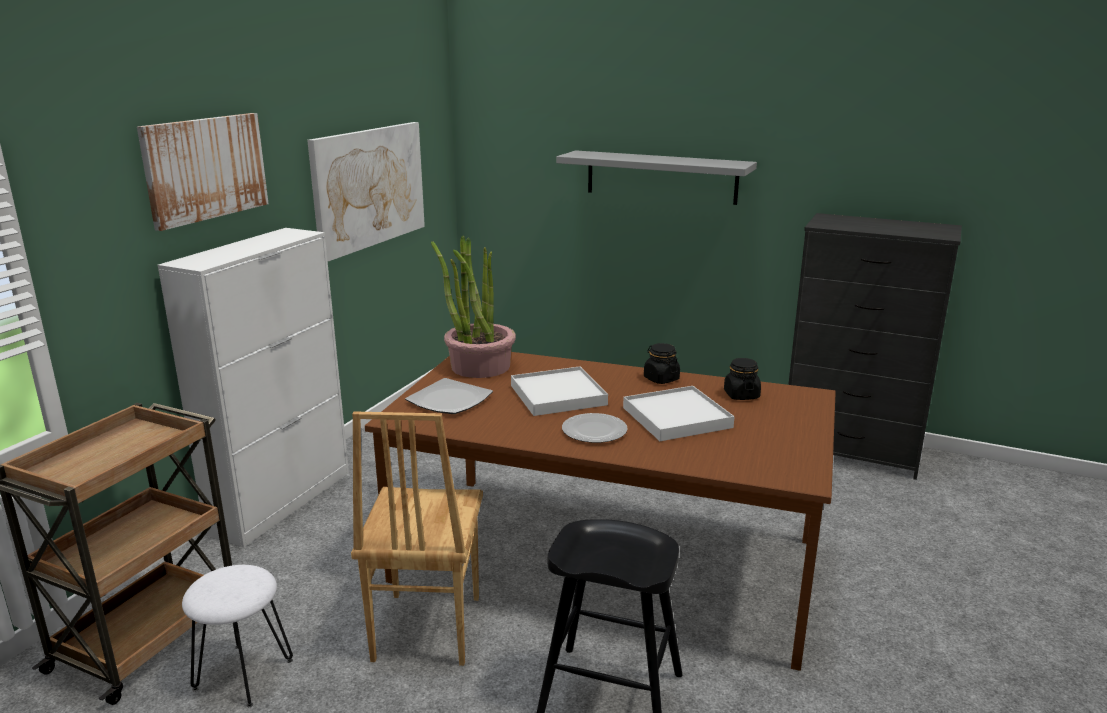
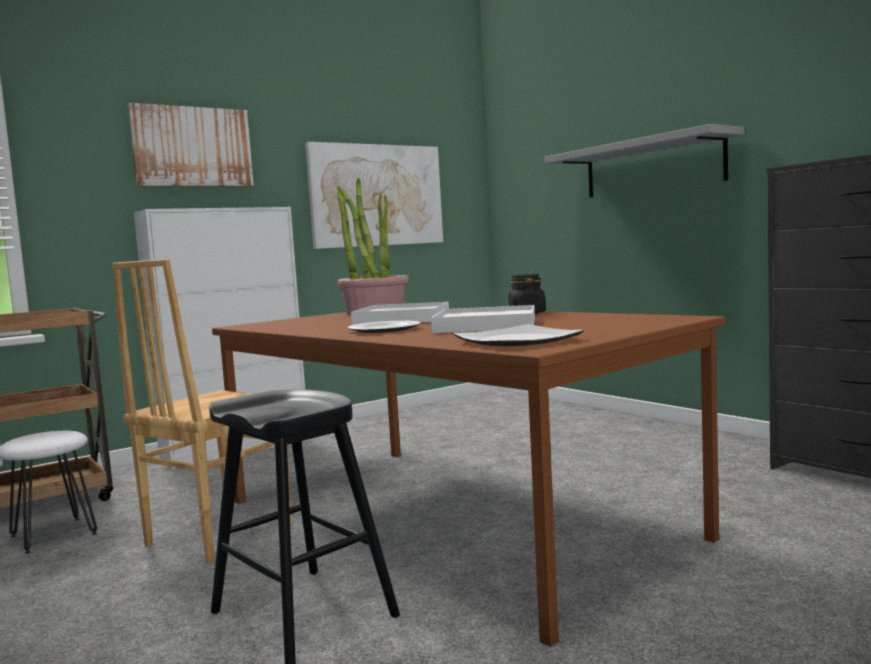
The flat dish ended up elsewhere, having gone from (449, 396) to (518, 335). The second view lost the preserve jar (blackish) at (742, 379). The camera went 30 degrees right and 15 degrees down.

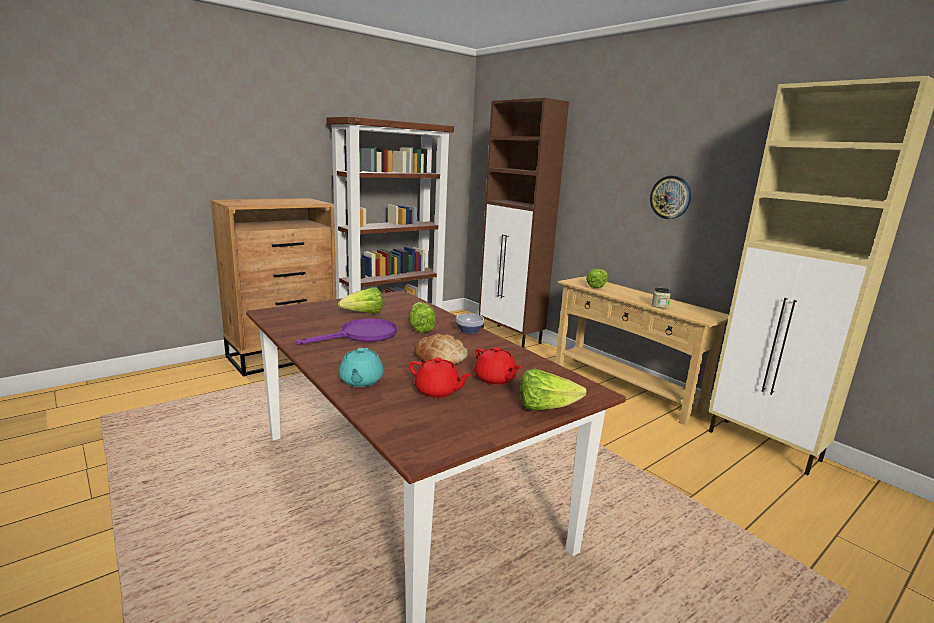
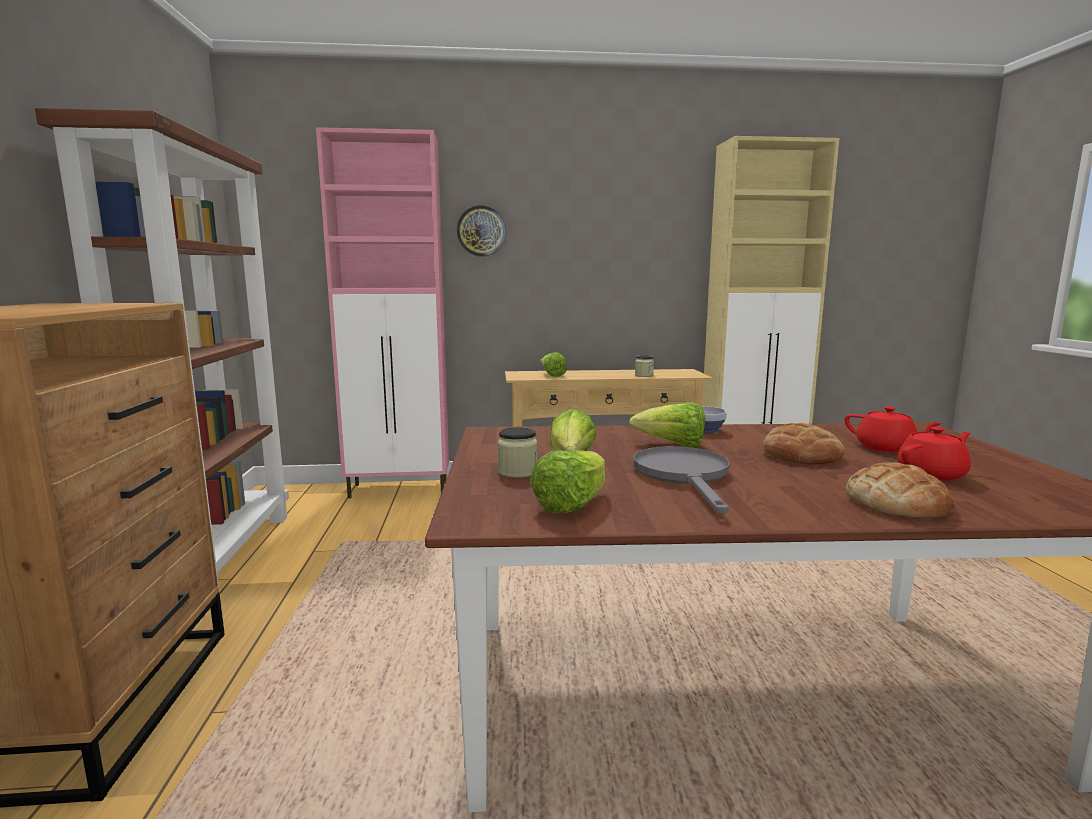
What was the cupboard (brown) at (524, 223) turned into the cupboard (pinkish) at (382, 312). The clock on the wall ended up elsewhere, having gone from (670, 197) to (481, 231). The second view gained the preserve jar at (517, 452). The head of lettuce ended up elsewhere, having gone from (553, 389) to (567, 482). What was the frying pan (purple) at (346, 332) turned into the frying pan (gray) at (681, 480). The pot for tea (reddish) at (497, 366) ended up facing another way, 45 degrees clockwise from before. Where the pot for tea (blue-green) stood at (361, 367), the bakery bread came to stand at (900, 490). The camera went 55 degrees left and 5 degrees down.

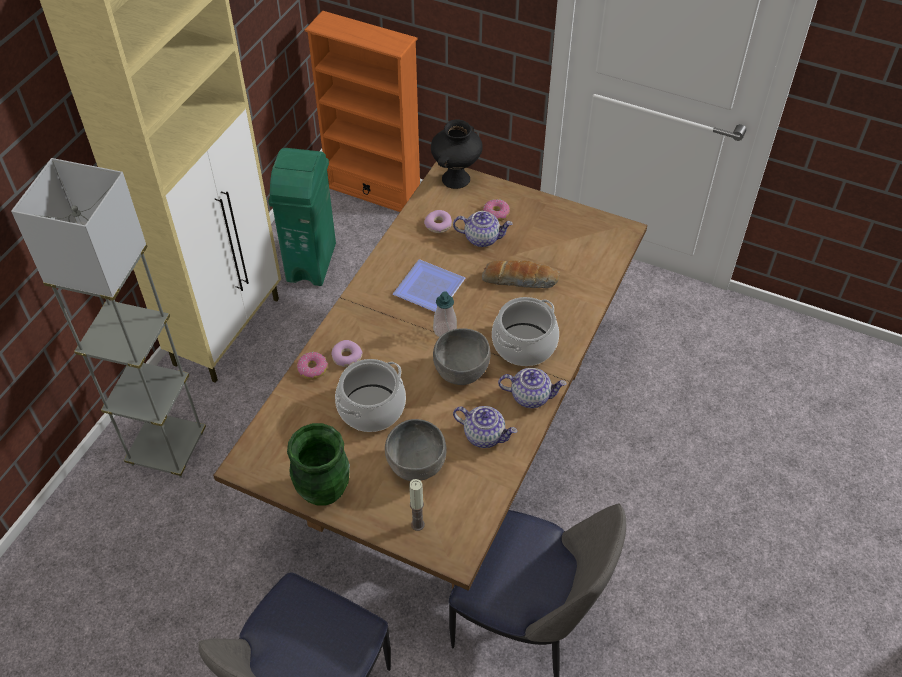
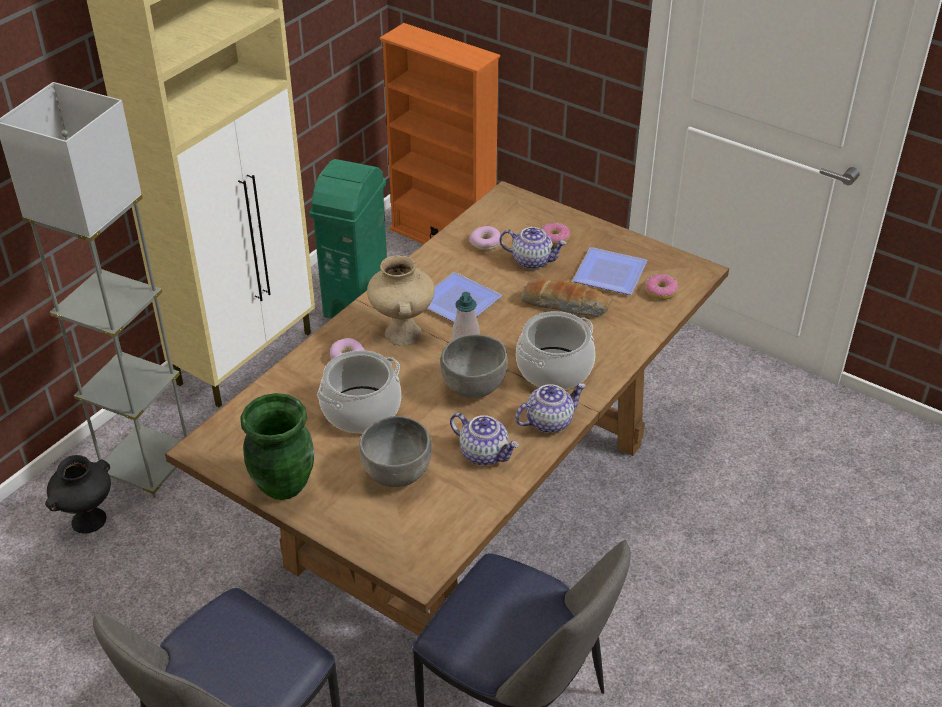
The vase (blackish) ended up elsewhere, having gone from (457, 154) to (78, 494). The second view gained the vase (beige-coloured) at (400, 300). The pot for tea at (532, 388) ended up facing another way, 45 degrees counterclockwise from before. The second view gained the flat dish at (610, 271). The donut ended up elsewhere, having gone from (312, 366) to (662, 287). The second view lost the candle at (417, 505). The camera went 10 degrees right and 10 degrees down.

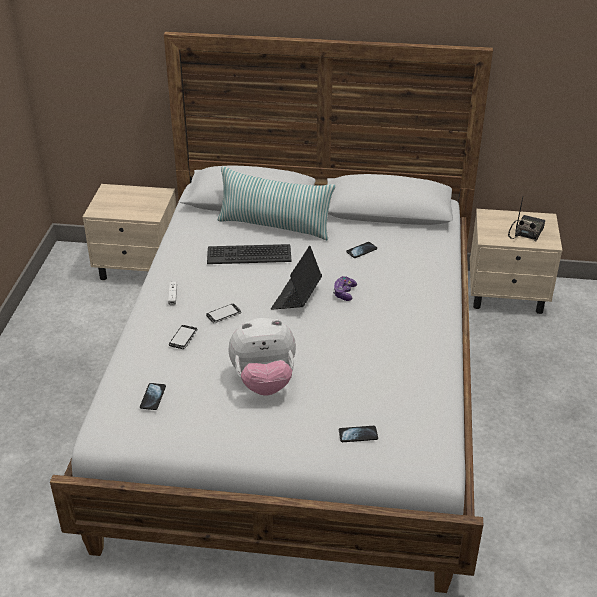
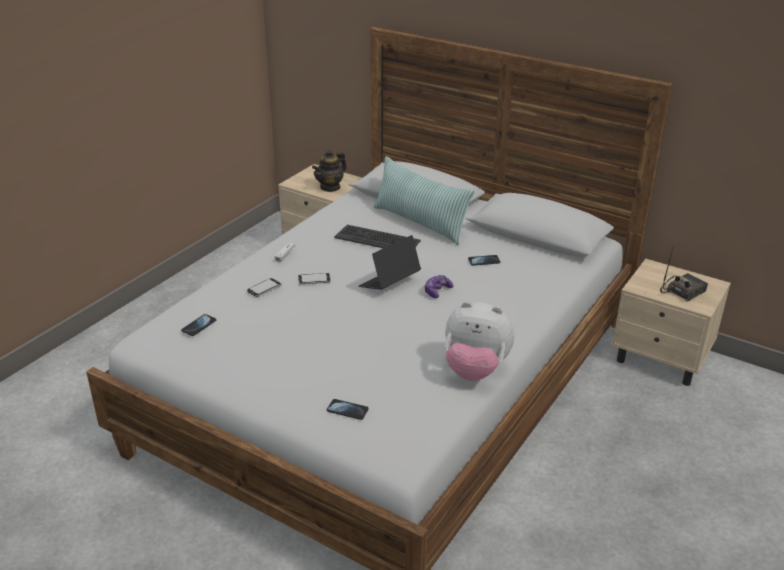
The second view gained the pot for tea at (329, 171). The cuddly toy ended up elsewhere, having gone from (262, 356) to (479, 341). The camera went 25 degrees right and 5 degrees down.

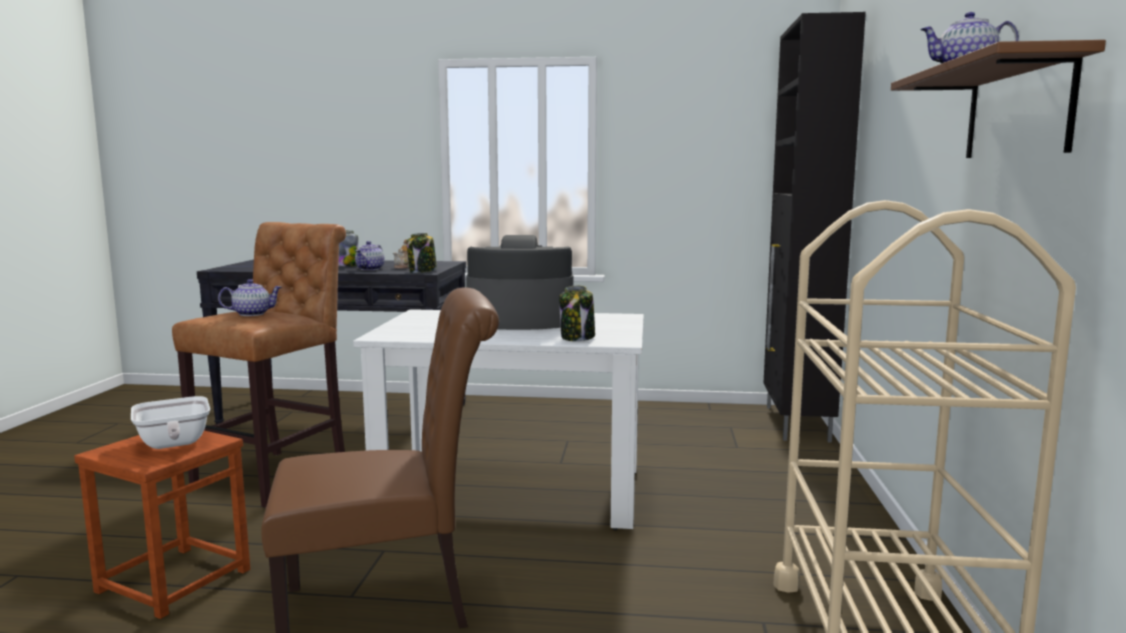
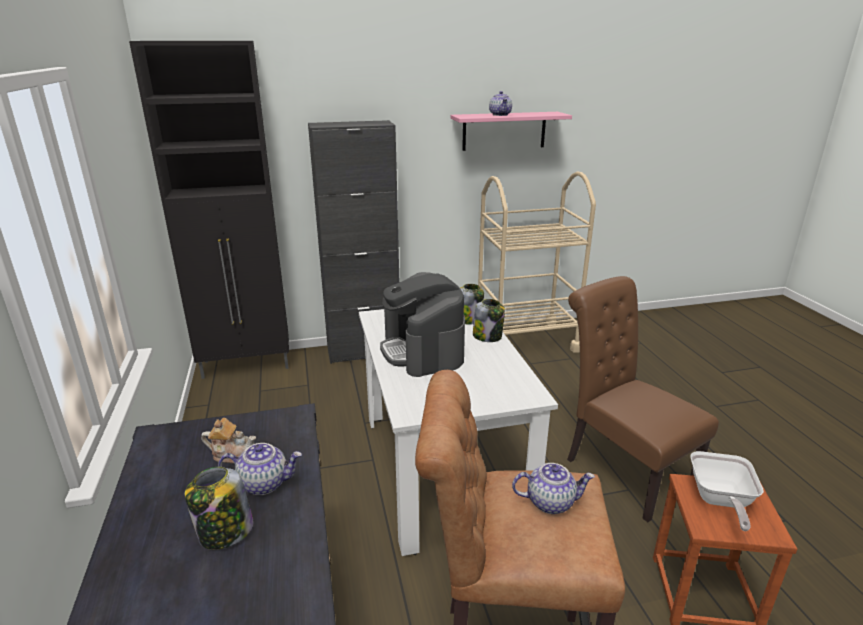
The second view gained the cupboard (blackish) at (353, 242). What was the wall shelf (brown) at (998, 99) turned into the wall shelf (pinkish) at (511, 131). The preserve jar ended up elsewhere, having gone from (421, 253) to (489, 320). The pot for tea at (250, 297) ended up facing another way, 135 degrees clockwise from before. The frying pan at (170, 422) ended up facing another way, 150 degrees clockwise from before. The camera went 110 degrees left and 15 degrees up.

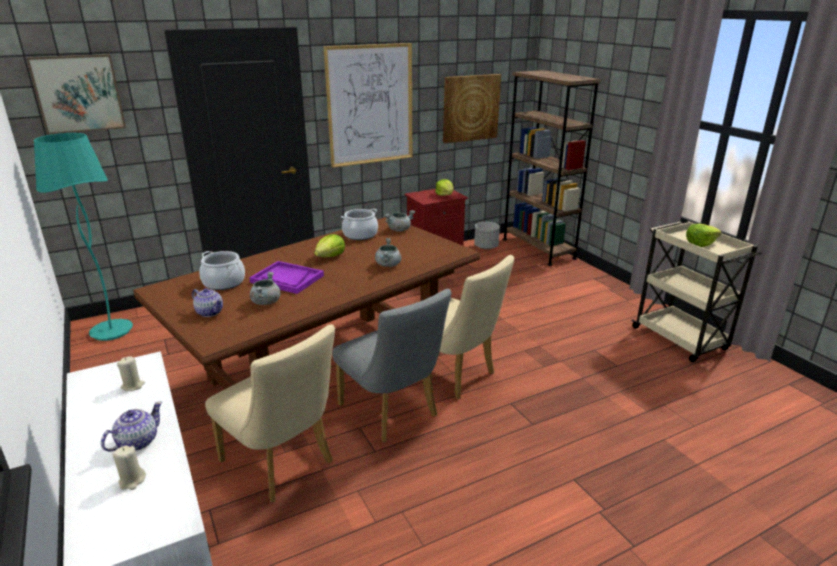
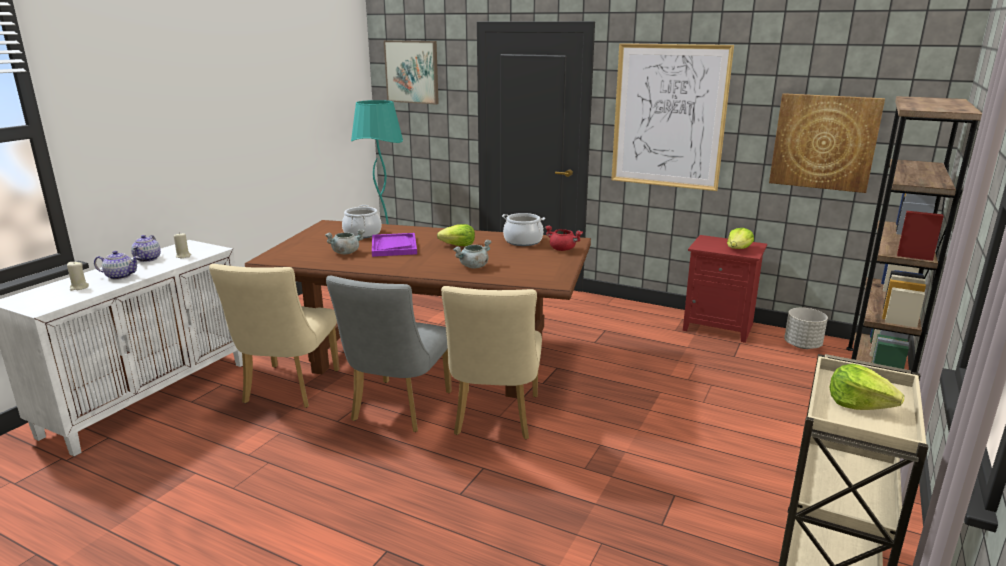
The pot for tea ended up elsewhere, having gone from (207, 302) to (146, 248). What was the stockpot (gray) at (399, 221) turned into the stockpot (reddish) at (564, 238). The camera went 55 degrees right and 5 degrees down.

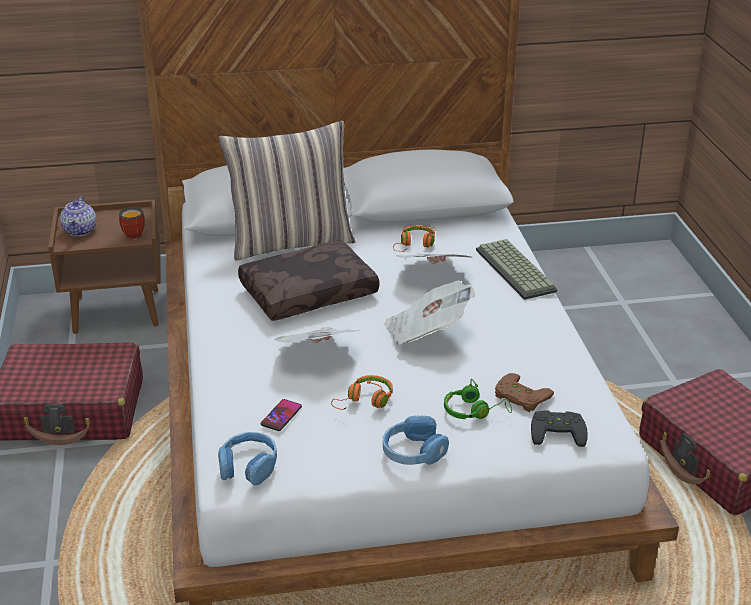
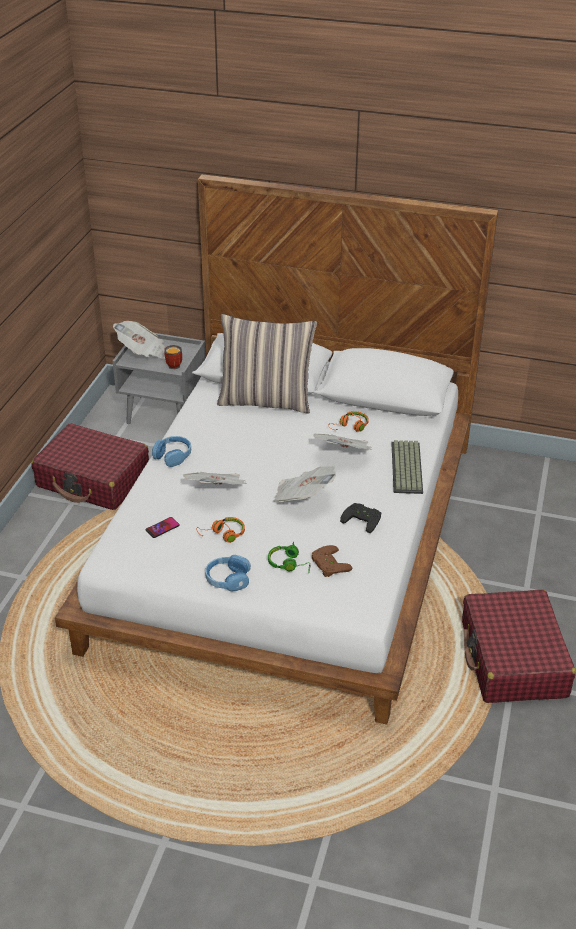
Where the pot for tea stood at (78, 216), the newspaper came to stand at (139, 340). What was the night table (brown) at (104, 267) turned into the night table (gray) at (159, 378). The headset (bluish) ended up elsewhere, having gone from (247, 458) to (171, 451). The gamepad (blackish) ended up elsewhere, having gone from (559, 429) to (360, 518). The second view lost the pillow (brown) at (308, 280). The camera went 25 degrees right and 5 degrees up.

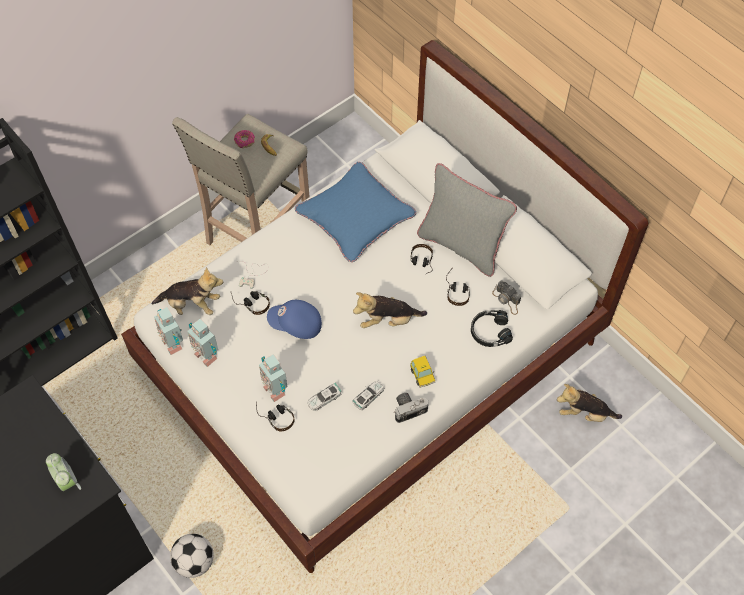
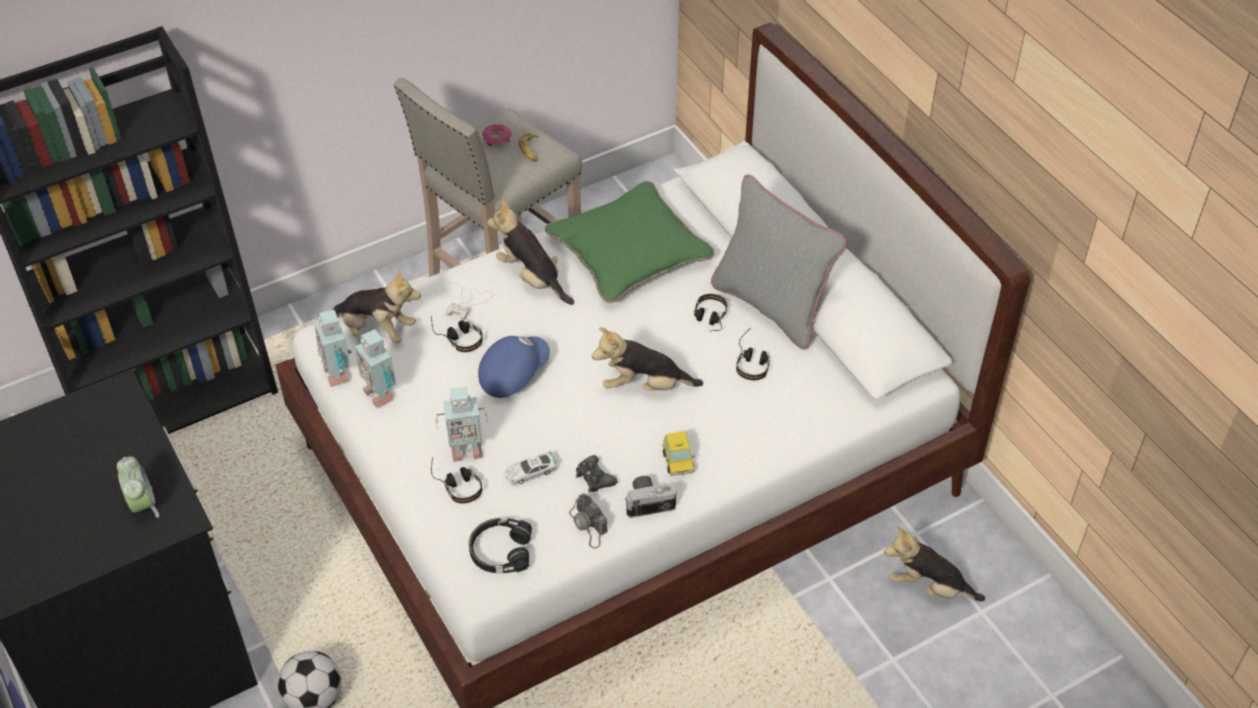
The robot figure at (273, 378) ended up facing another way, 75 degrees counterclockwise from before. The headset (blackish) ended up elsewhere, having gone from (492, 328) to (500, 545). The peaked cap (bluish) at (294, 319) ended up facing another way, 120 degrees clockwise from before. The second view gained the cuddly toy at (530, 252). What was the pillow (bluish) at (355, 212) turned into the pillow (greenish) at (629, 242). The still camera ended up elsewhere, having gone from (506, 298) to (588, 521). Where the toy car stood at (368, 395), the gamepad (blackish) came to stand at (597, 473). The camera went 10 degrees right and 10 degrees down.

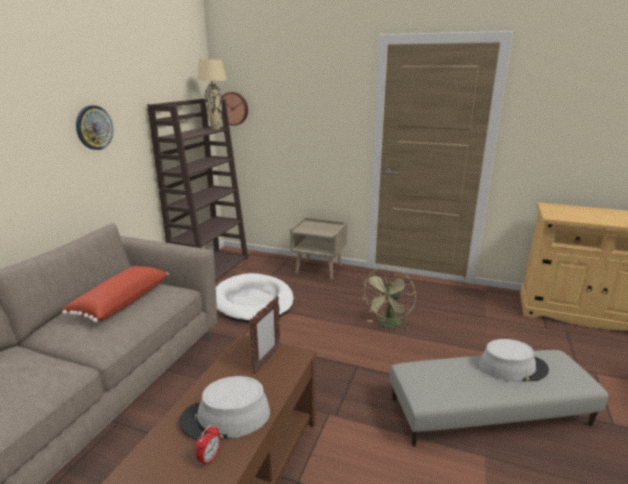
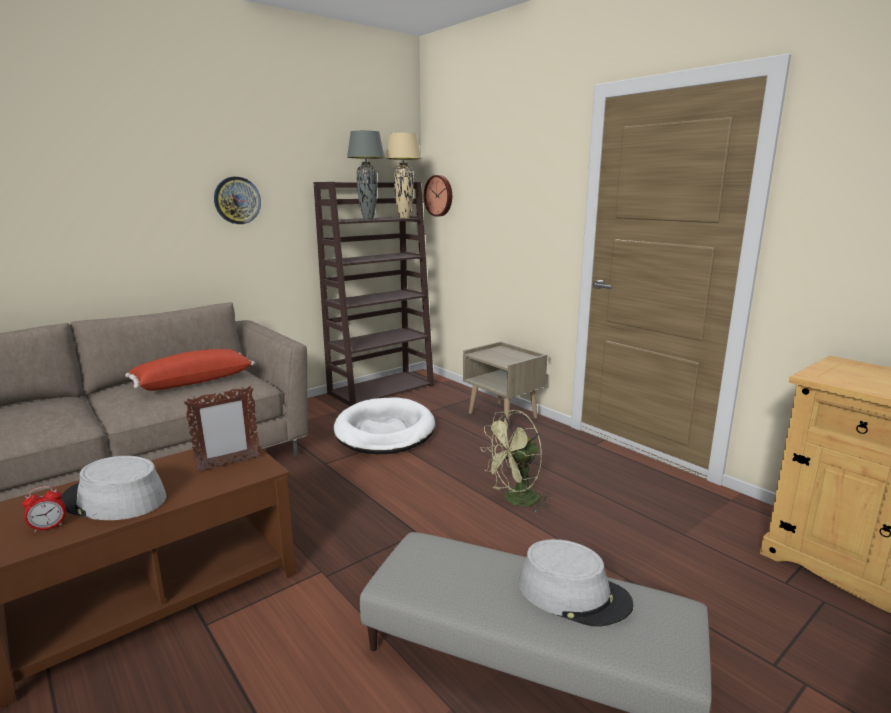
The second view gained the table lamp (gray) at (366, 175). The camera went 30 degrees right and 5 degrees down.

